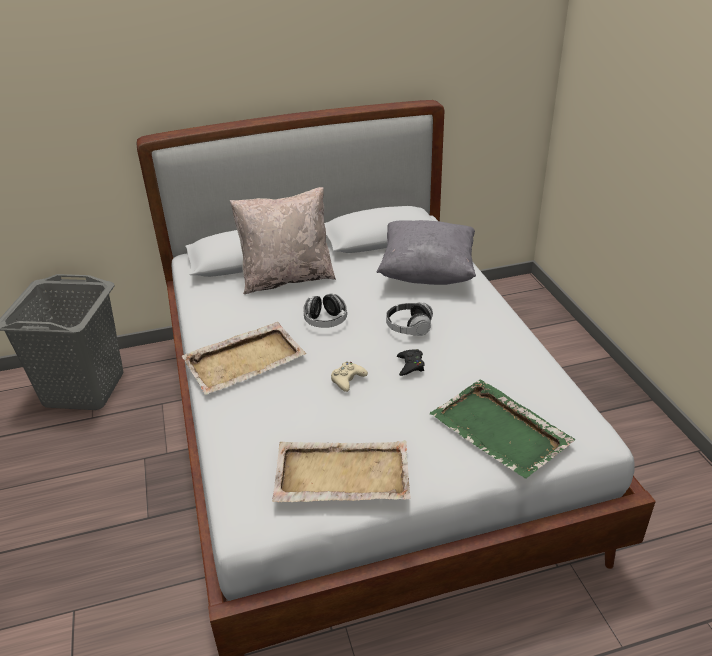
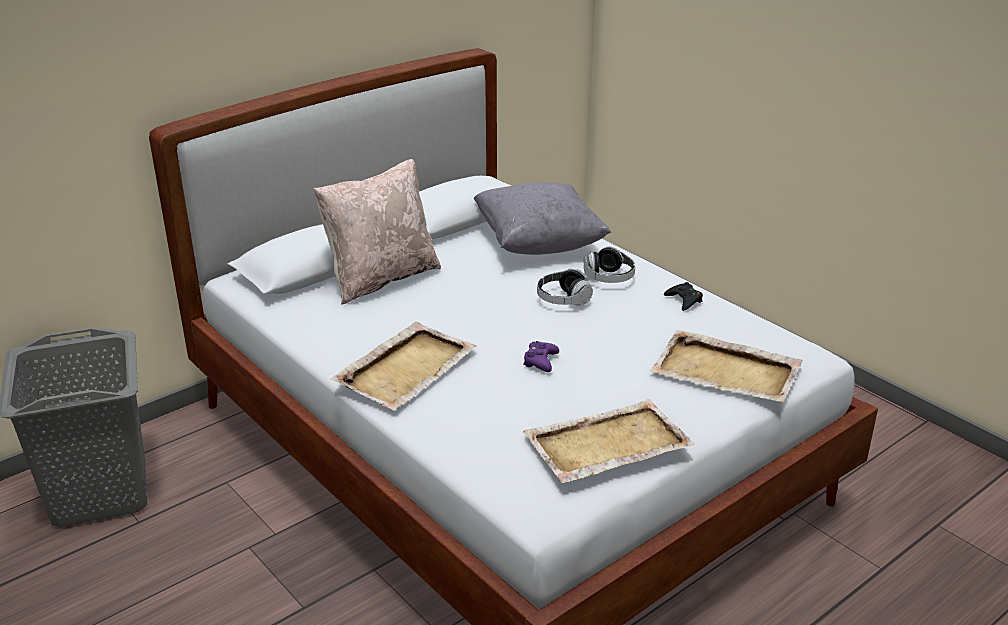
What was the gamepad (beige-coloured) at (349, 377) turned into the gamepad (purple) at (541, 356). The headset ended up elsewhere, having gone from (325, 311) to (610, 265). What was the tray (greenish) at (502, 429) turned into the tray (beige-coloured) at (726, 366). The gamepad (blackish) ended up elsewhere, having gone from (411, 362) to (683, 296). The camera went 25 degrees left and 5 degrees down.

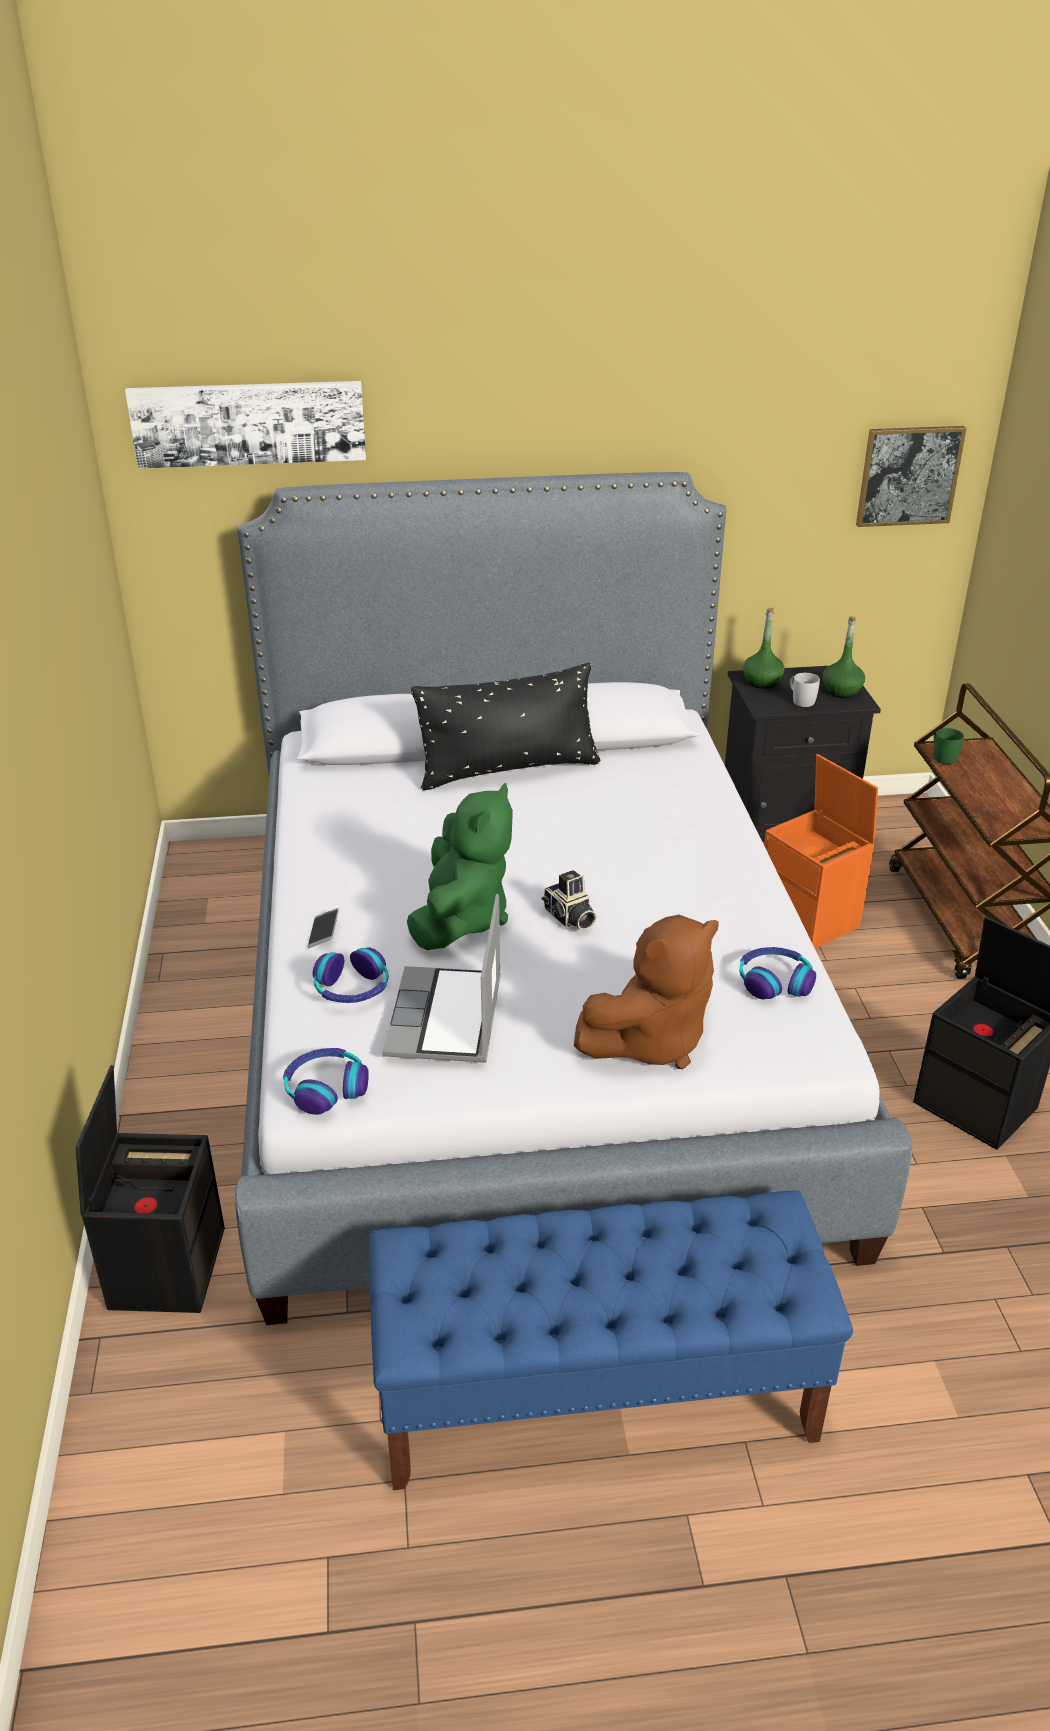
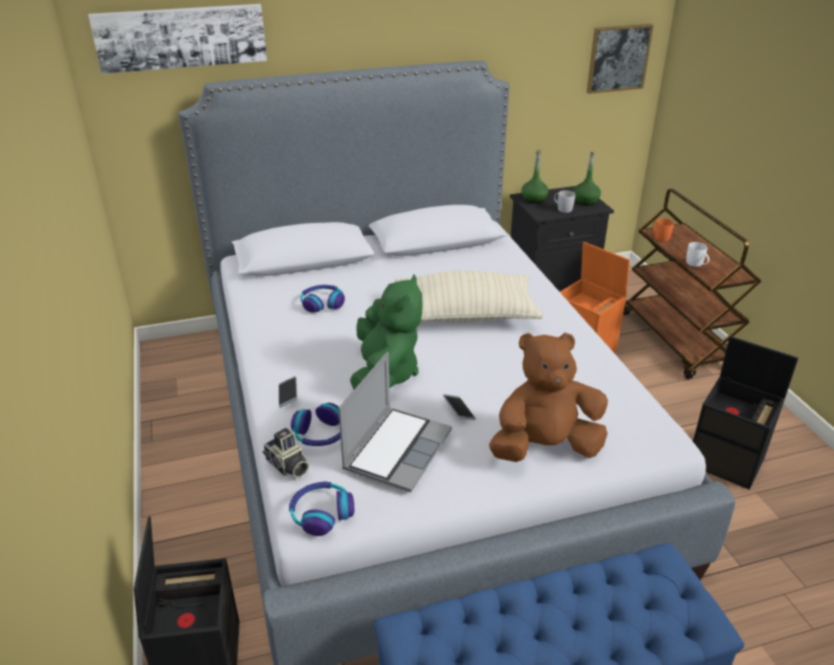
The still camera ended up elsewhere, having gone from (569, 900) to (285, 453). The headset ended up elsewhere, having gone from (777, 973) to (322, 299). The portable computer at (441, 978) ended up facing another way, 150 degrees counterclockwise from before. The second view gained the pillow (beige-coloured) at (469, 296). The second view gained the handset at (459, 407). The cuddly toy (brown) at (646, 992) ended up facing another way, 150 degrees counterclockwise from before. What was the coffee mug (greenish) at (949, 746) turned into the coffee mug (orange-coloured) at (663, 230). The second view gained the coffee mug (whitish) at (697, 254). The second view lost the pillow (blackish) at (506, 726). The camera went 10 degrees left and 0 degrees up.

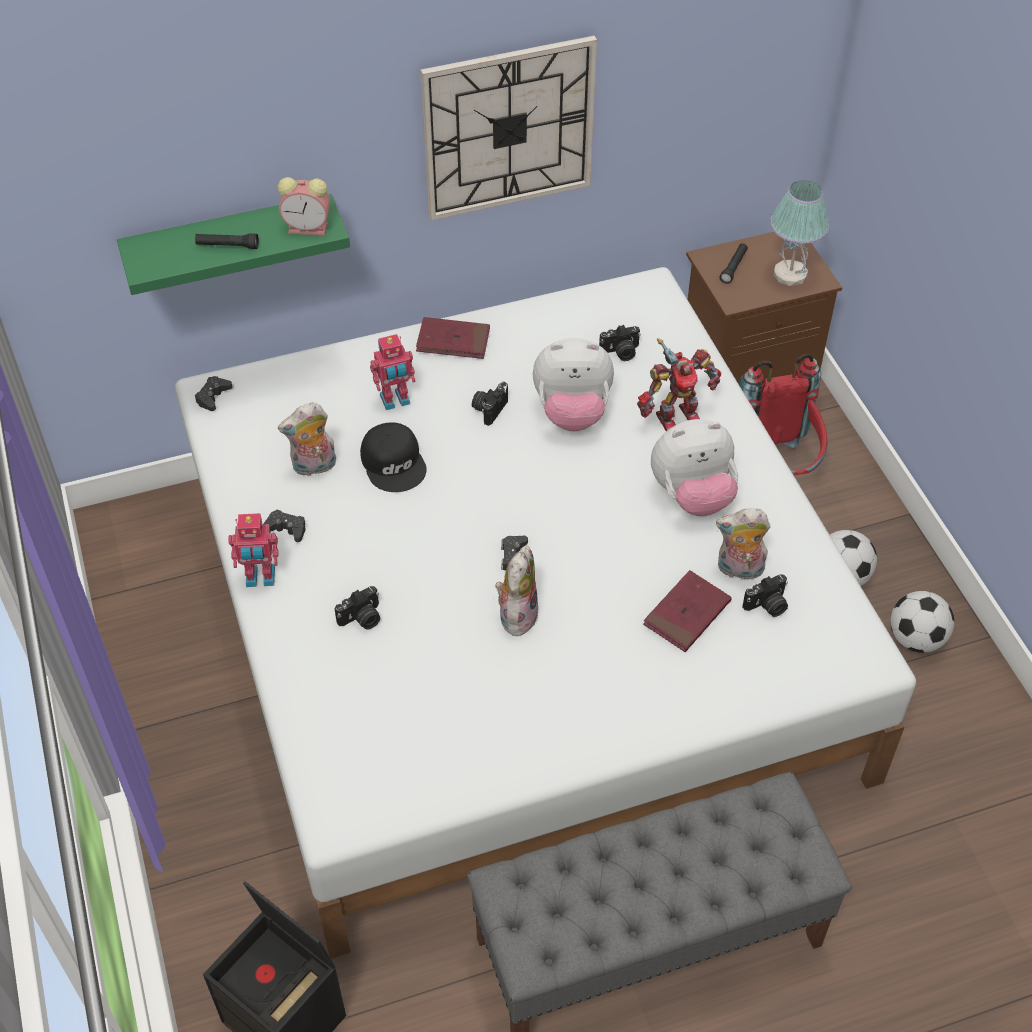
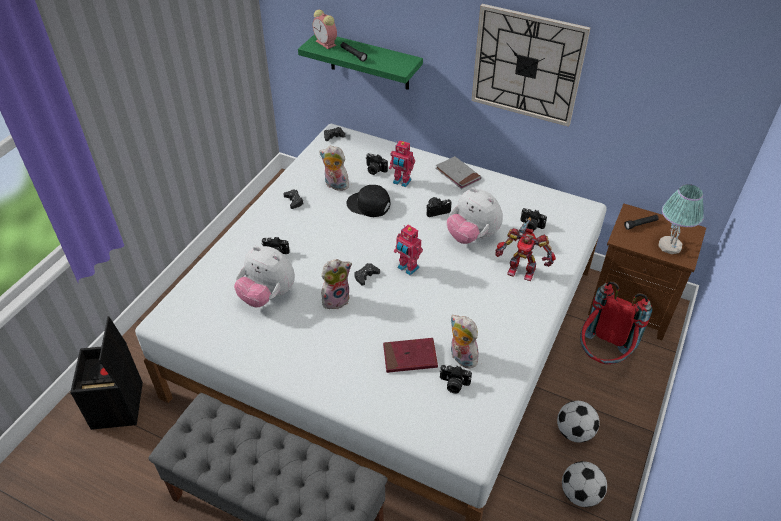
The cuddly toy ended up elsewhere, having gone from (694, 467) to (264, 276). The alarm clock ended up elsewhere, having gone from (304, 206) to (325, 29). The peaked cap (blackish) at (393, 457) ended up facing another way, 90 degrees clockwise from before. The second view gained the still camera at (377, 164). The robot figure ended up elsewhere, having gone from (253, 550) to (408, 250). What was the book (reddish) at (453, 338) turned into the book (gray) at (458, 172). The camera went 45 degrees right and 5 degrees down.

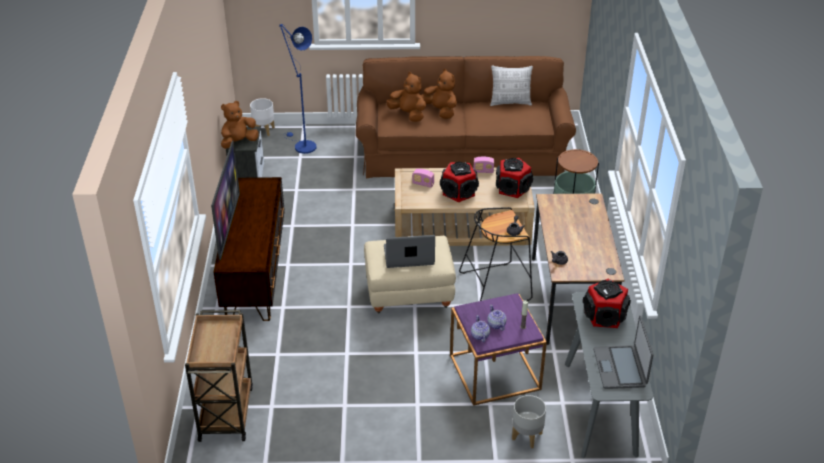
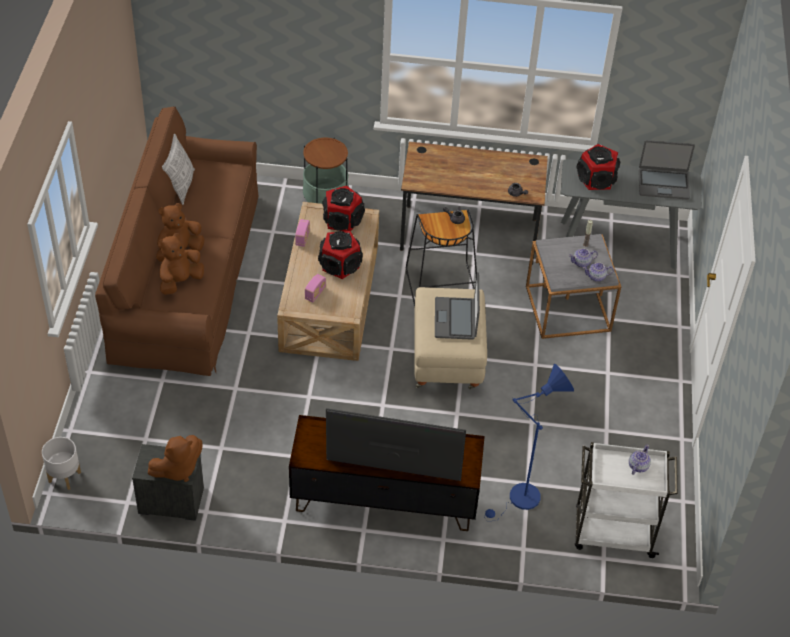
The cuddly toy (brown) at (240, 125) ended up facing another way, 90 degrees counterclockwise from before. The floor lamp (bluish) ended up elsewhere, having gone from (297, 89) to (529, 442). What was the end table (purple) at (498, 349) turned into the end table (gray) at (573, 286). What was the trolley (brown) at (219, 376) turned into the trolley (whitish) at (626, 500). The second view gained the pot for tea at (640, 460). The second view lost the flower pot (gray) at (529, 422). The camera went 85 degrees left and 10 degrees up.

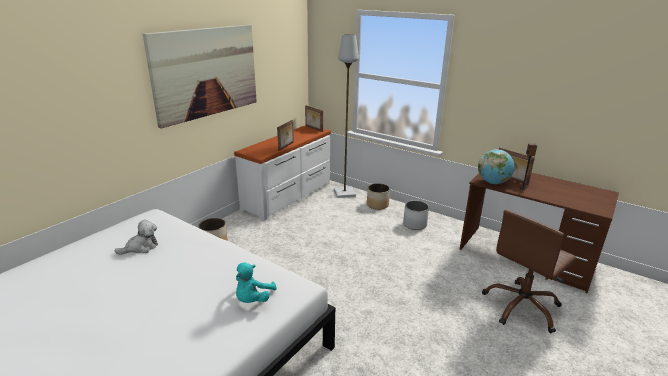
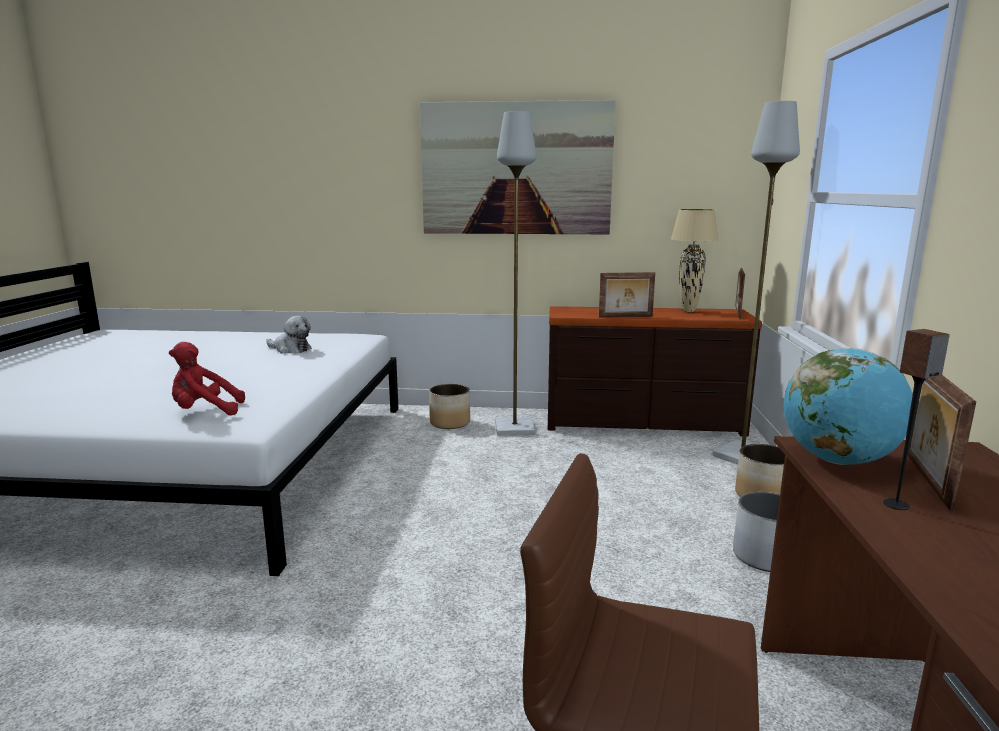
What was the cuddly toy (blue-green) at (256, 282) turned into the cuddly toy (reddish) at (207, 378). The second view gained the floor lamp (gray) at (516, 273). What was the dresser (whitish) at (282, 173) turned into the dresser (brown) at (655, 371). The second view gained the table lamp (beige-coloured) at (695, 260). The camera went 60 degrees right and 10 degrees down.

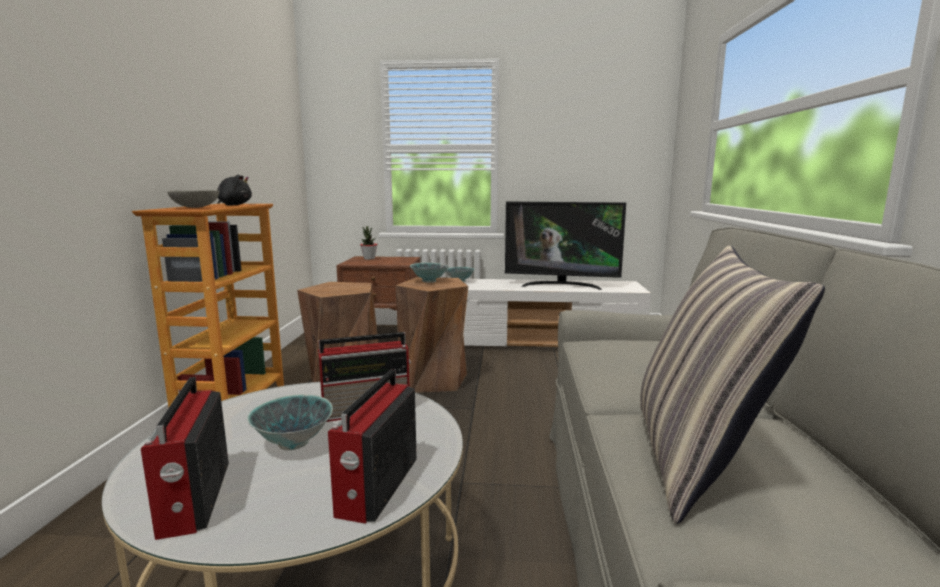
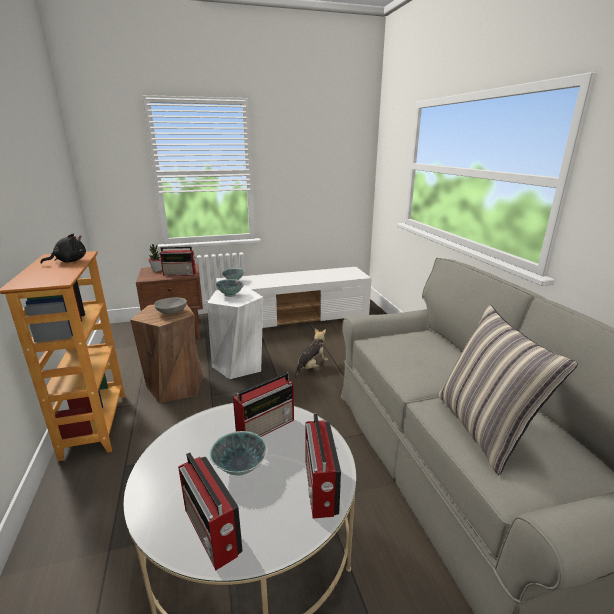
The deep dish (gray) ended up elsewhere, having gone from (193, 199) to (170, 305). The second view gained the radio set at (178, 261). What was the sitting stool (brown) at (432, 335) turned into the sitting stool (whitish) at (235, 333). The second view gained the cuddly toy at (311, 354). The second view lost the TV at (565, 246). The camera went 20 degrees left and 10 degrees up.

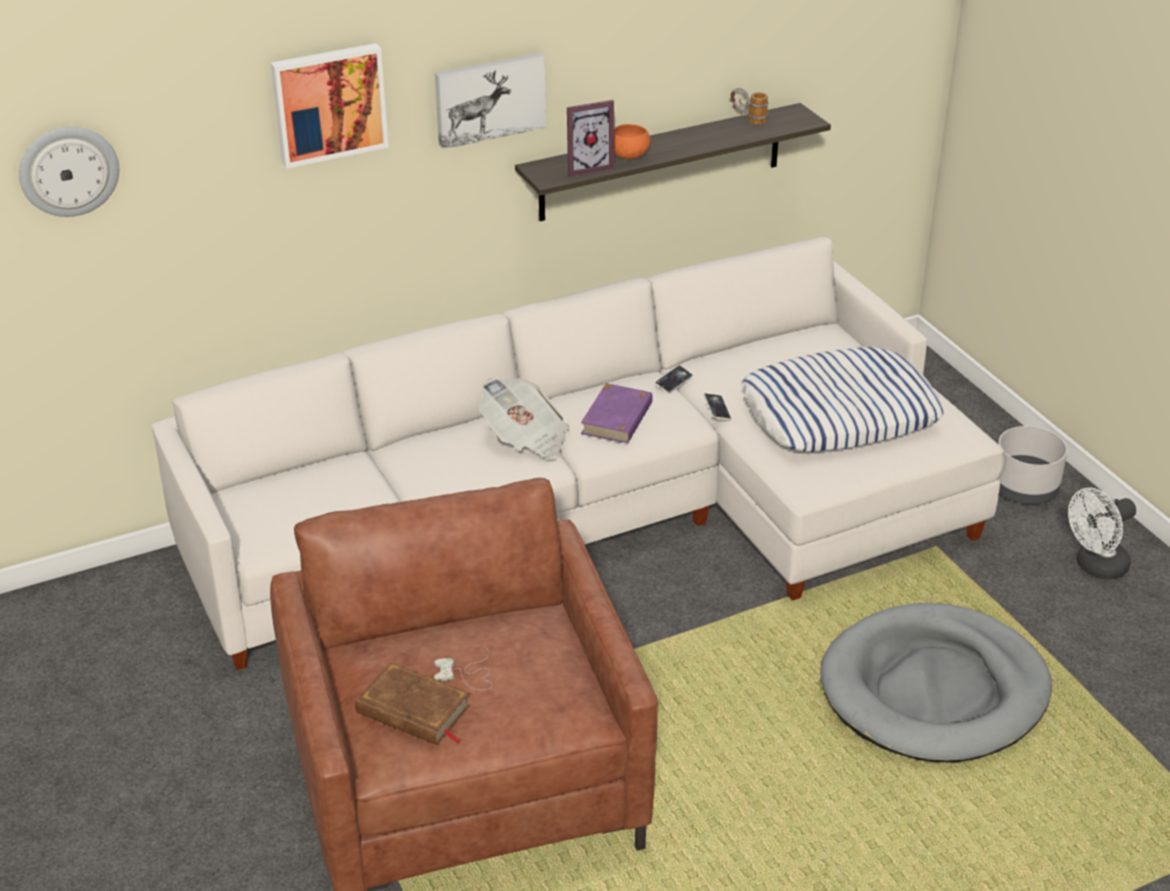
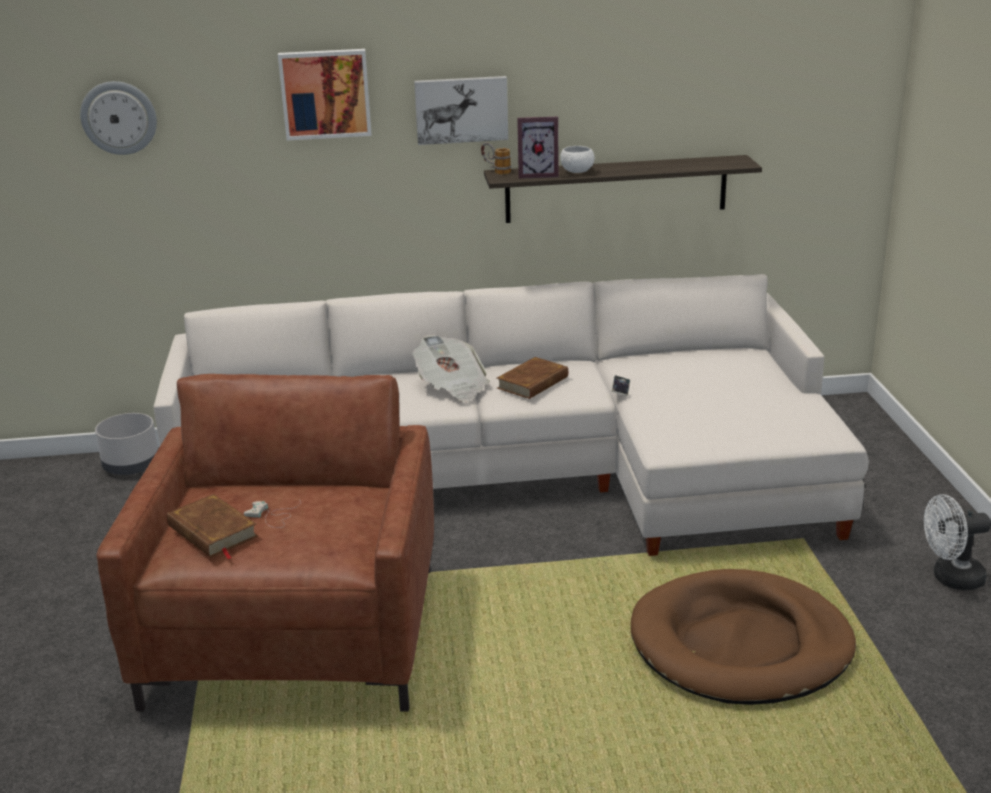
The flower pot (gray) ended up elsewhere, having gone from (1033, 465) to (126, 444). The coffee mug ended up elsewhere, having gone from (750, 106) to (496, 159). What was the book (purple) at (617, 413) turned into the book (brown) at (532, 378). What was the deep dish (orange-coloured) at (632, 141) turned into the deep dish (whitish) at (577, 159). What was the pet bed (gray) at (936, 683) turned into the pet bed (brown) at (743, 637). The second view lost the handset at (674, 379). The second view lost the pillow at (842, 399). The camera went 20 degrees right and 10 degrees down.

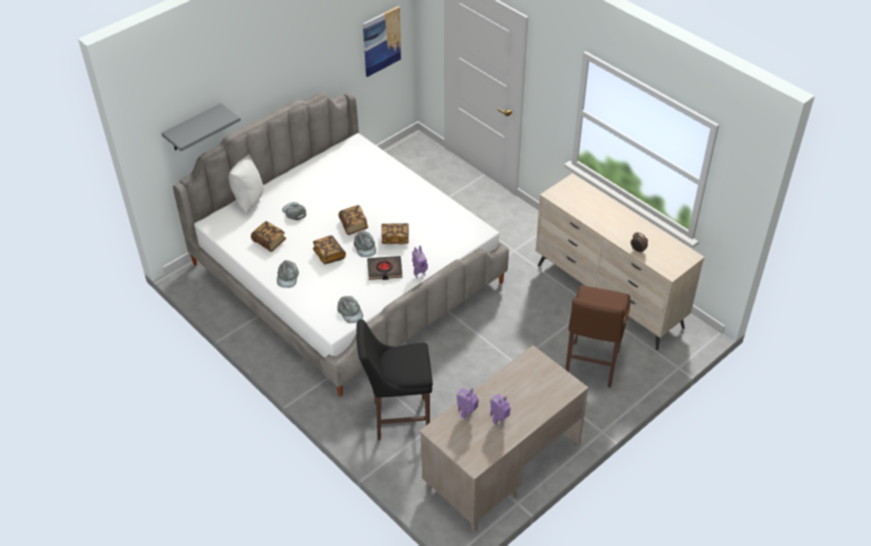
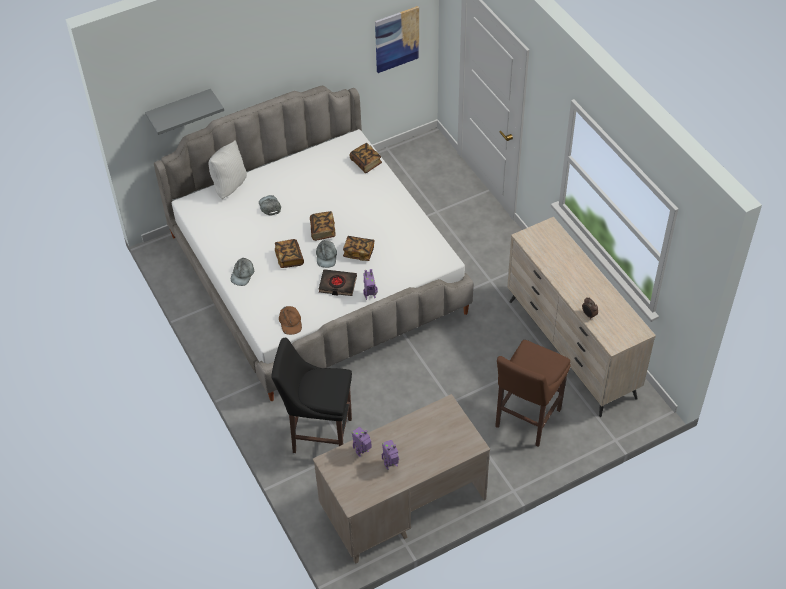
What was the peaked cap (gray) at (350, 309) turned into the peaked cap (brown) at (290, 320). The book ended up elsewhere, having gone from (268, 236) to (365, 158). The camera went 15 degrees right and 5 degrees up.

